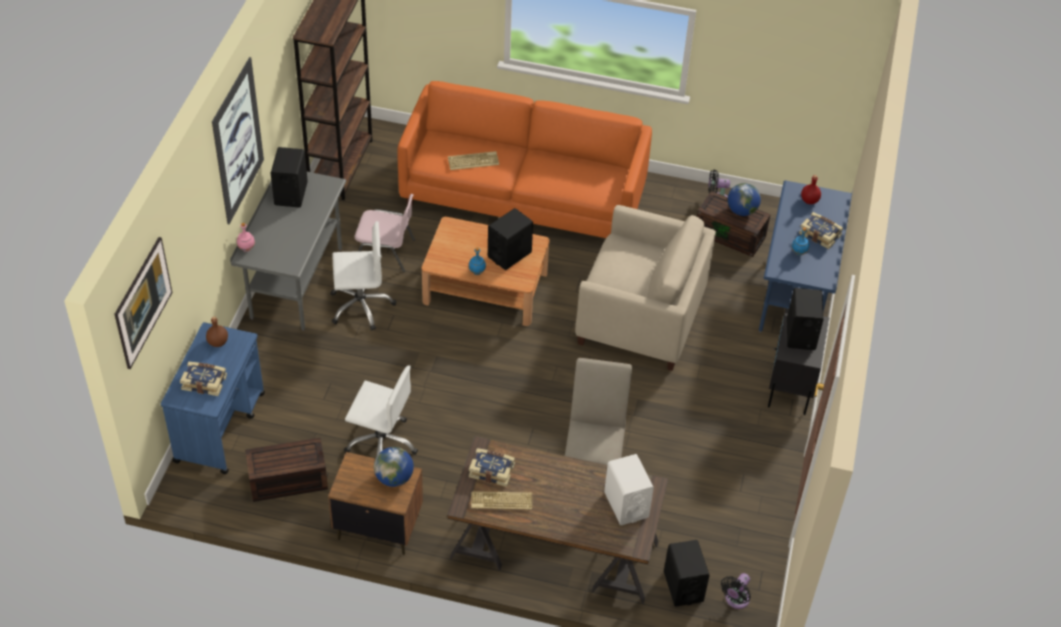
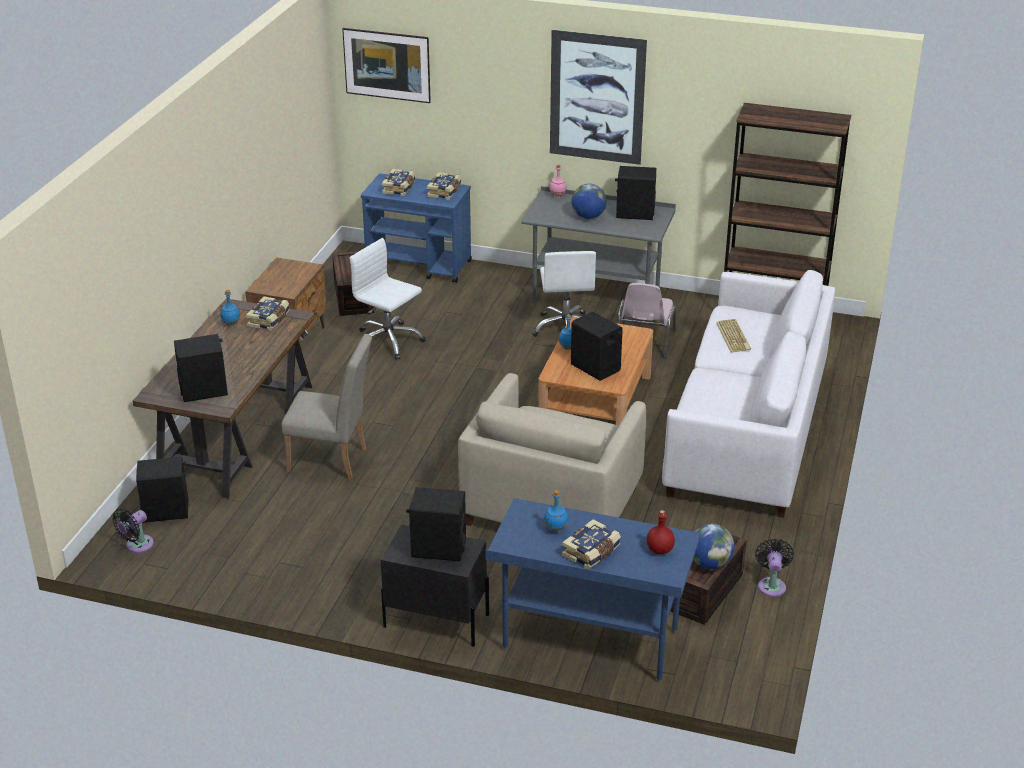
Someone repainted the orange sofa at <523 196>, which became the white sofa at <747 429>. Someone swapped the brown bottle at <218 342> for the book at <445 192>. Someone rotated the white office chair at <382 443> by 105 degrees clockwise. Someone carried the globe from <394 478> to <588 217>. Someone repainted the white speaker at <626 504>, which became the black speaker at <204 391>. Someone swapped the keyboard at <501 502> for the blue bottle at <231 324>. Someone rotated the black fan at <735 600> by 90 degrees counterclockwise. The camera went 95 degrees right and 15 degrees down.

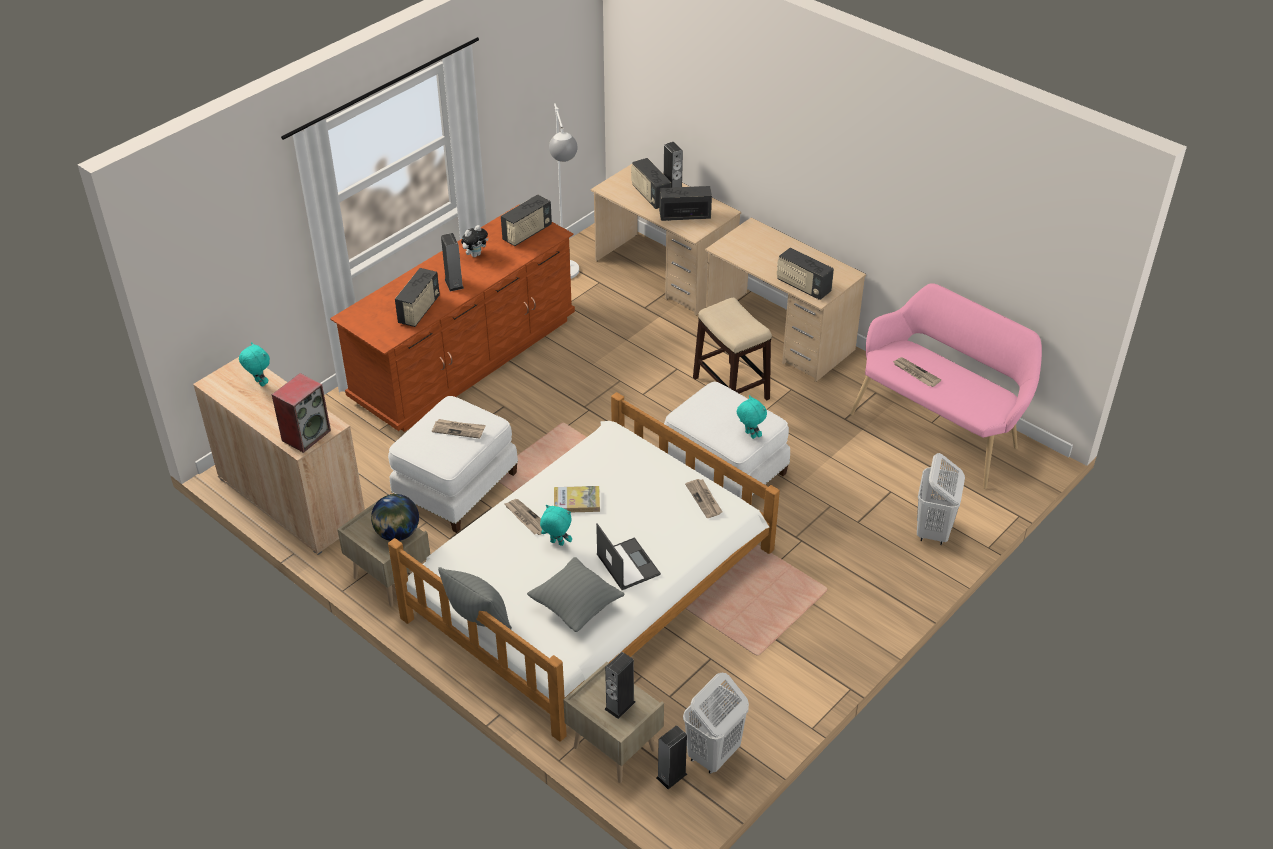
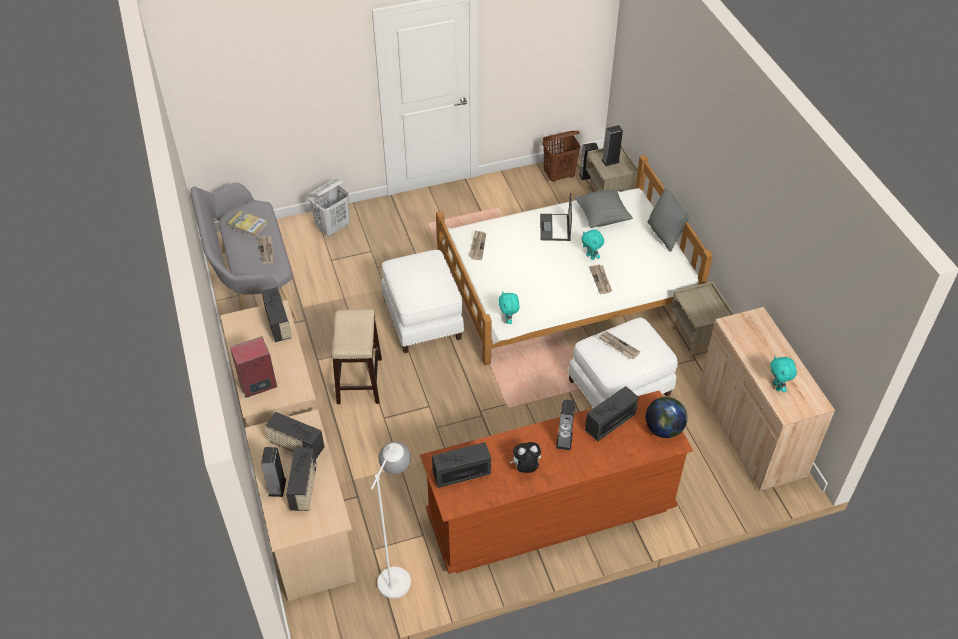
Someone repainted the pink bench at <939 429>, which became the grey bench at <253 285>. Someone carried the speaker from <306 435> to <257 384>. Someone carried the turquoise plush toy from <749 435> to <508 320>. Someone carried the book from <576 501> to <248 225>. Someone carried the globe from <397 533> to <664 429>. Someone repainted the white laundry basket at <713 754>, which became the brown laundry basket at <559 176>. The camera went 150 degrees left and 5 degrees up.

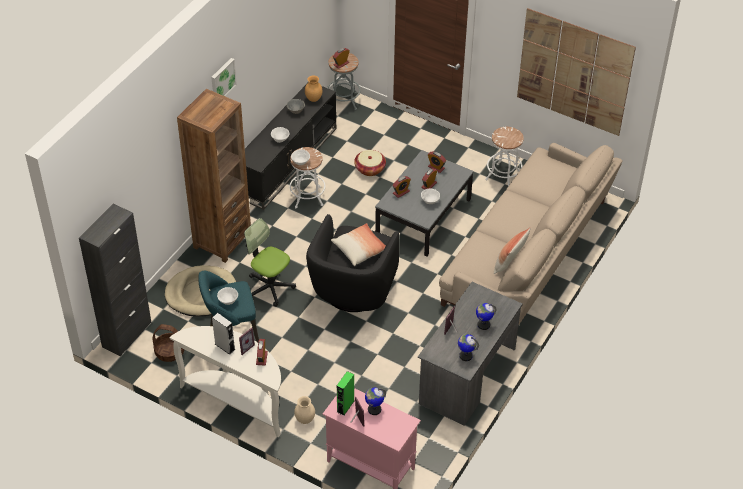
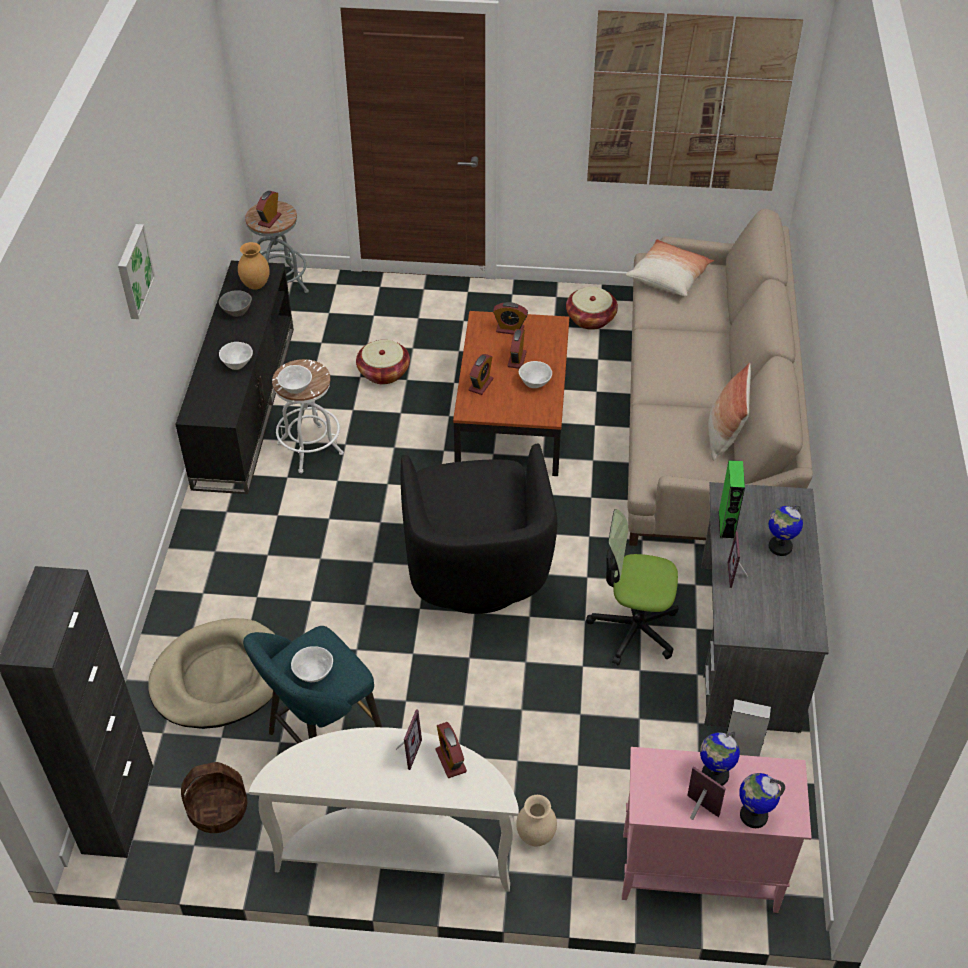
Someone took away the brown bookcase at <222 240>. Someone swapped the white stool at <503 176> for the basket at <590 318>. Someone repainted the grey coffee table at <423 216>, which became the brown coffee table at <512 417>. Someone carried the office chair from <270 287> to <634 628>. Someone carried the pillow from <360 249> to <669 277>. Someone carried the grey speaker from <225 347> to <741 751>. Someone carried the globe from <465 355> to <753 815>. Someone carried the green speaker from <345 406> to <726 525>. The camera went 25 degrees left and 0 degrees up.

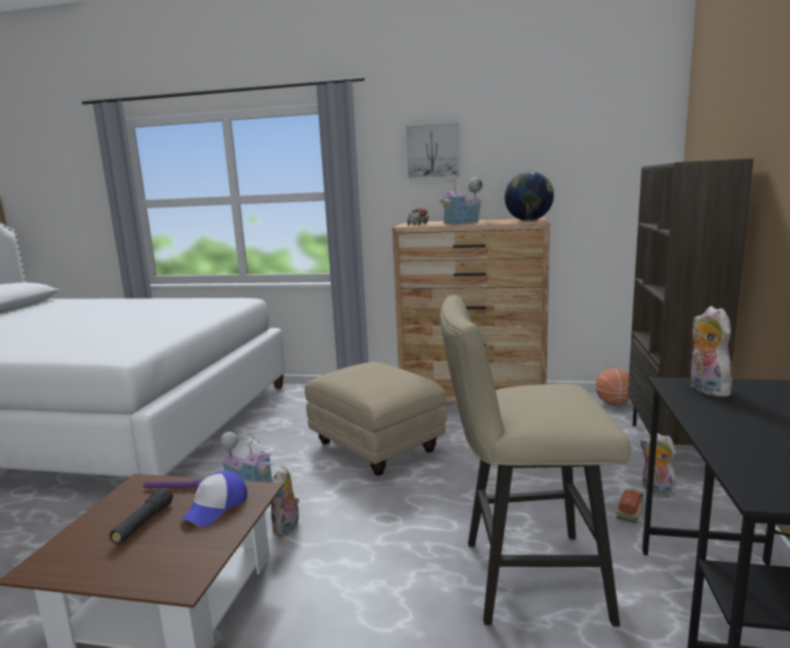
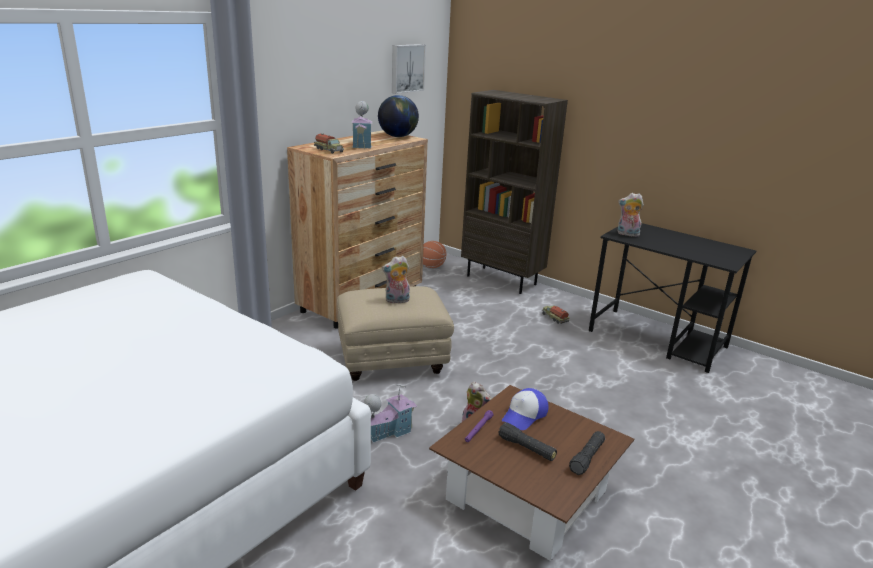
Someone carried the picture from <432 151> to <406 68>. Someone took away the beige stool at <522 578>. Someone carried the plush toy from <656 490> to <397 301>. Someone rotated the cap at <216 507> by 75 degrees clockwise. Someone put down the black flashlight at <587 458>. The camera went 65 degrees left and 10 degrees up.

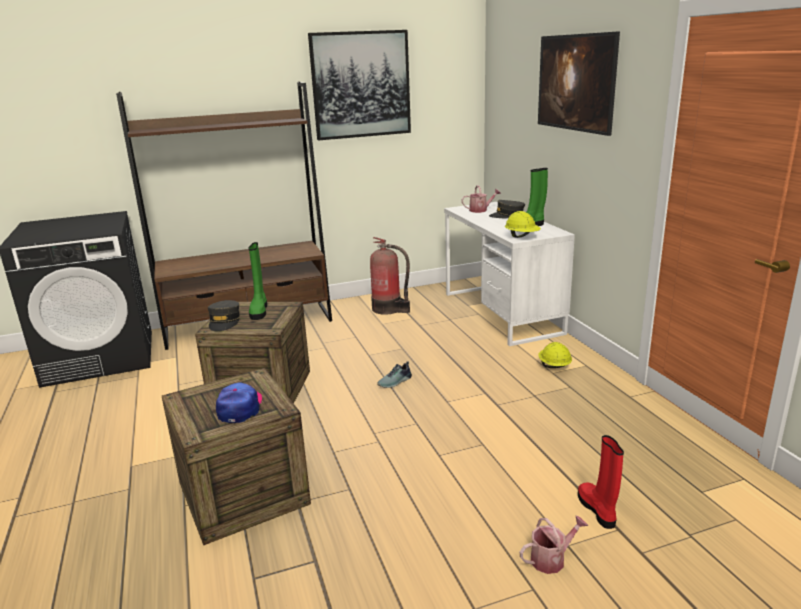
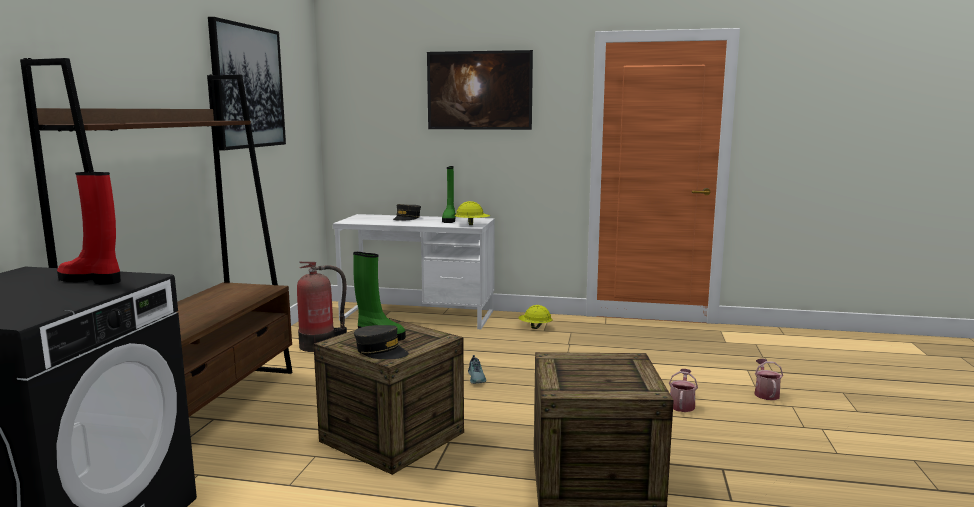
Someone carried the watering can from <480 210> to <682 404>. Someone took away the cap at <240 407>. Someone carried the red boot from <597 510> to <92 280>. The camera went 60 degrees left and 10 degrees down.

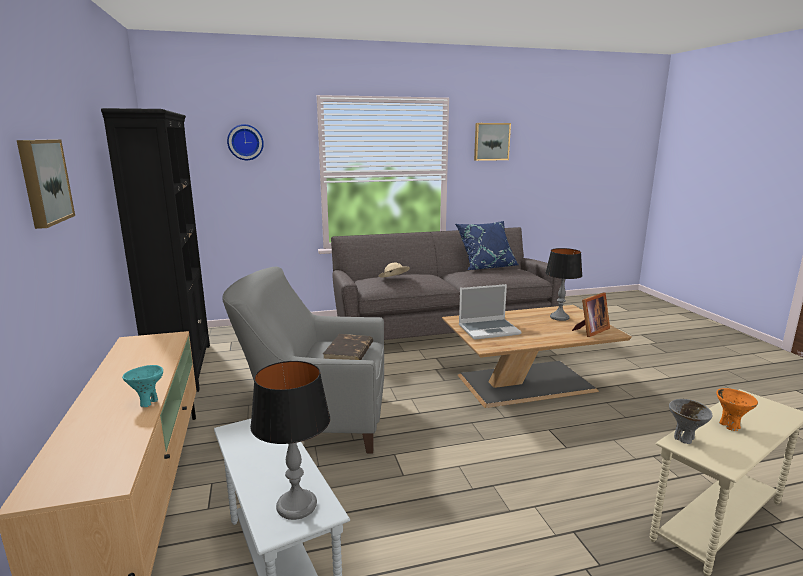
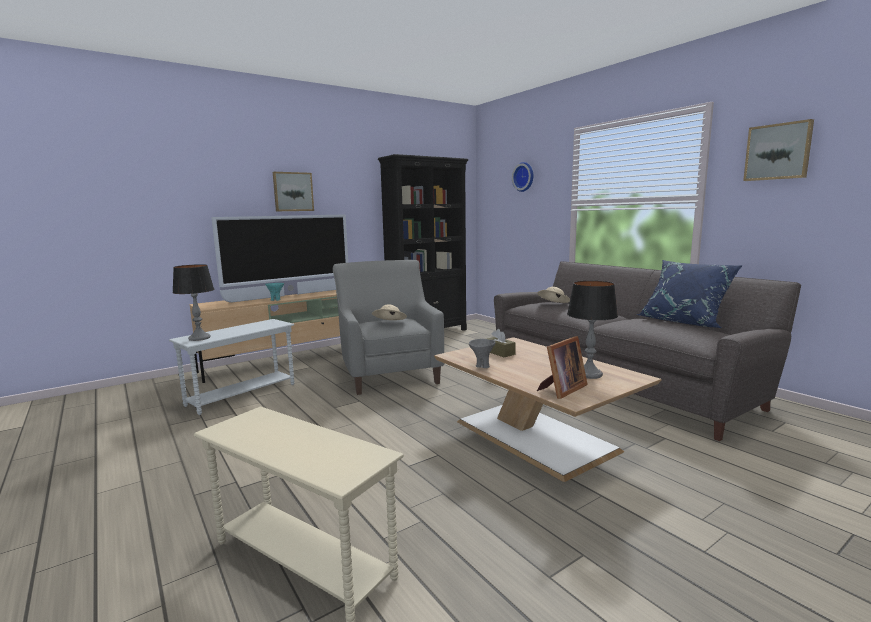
Someone swapped the laptop at <489 330> for the brown tissue box at <499 352>. Someone rotated the picture frame at <590 331> by 75 degrees counterclockwise. Someone swapped the brown book at <348 352> for the beige hat at <389 323>. Someone took away the orange bowl at <730 426>. Someone carried the grey bowl from <684 438> to <482 366>. Someone put down the television at <290 295>. The camera went 70 degrees right and 5 degrees down.

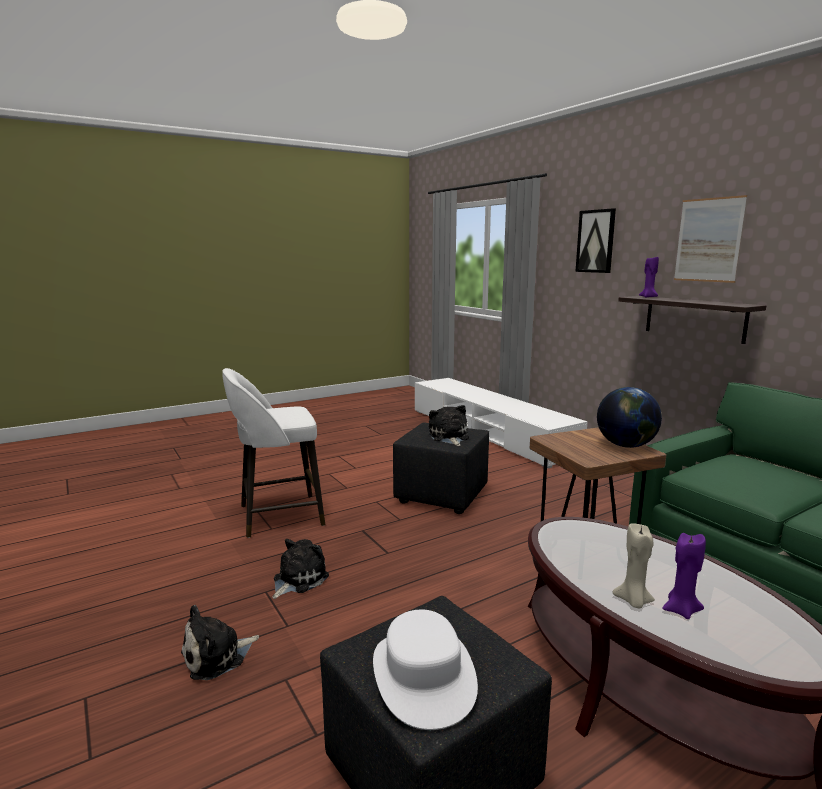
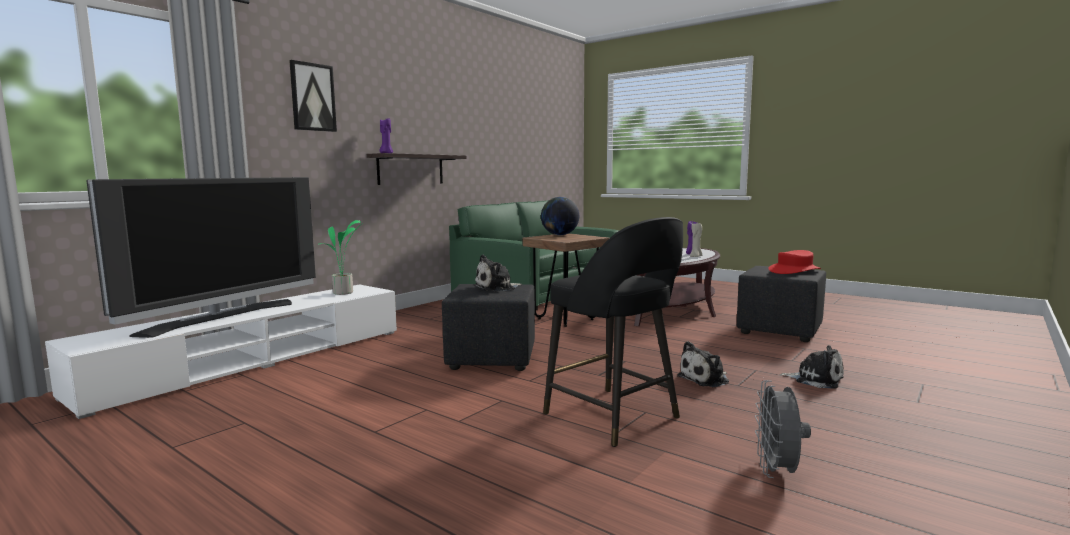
Someone took away the picture at <708 240>. Someone repainted the white stool at <278 516>, which became the black stool at <614 417>. Someone rotated the plush toy at <298 579> by 45 degrees counterclockwise. Someone repainted the white hat at <423 675>, which became the red hat at <794 271>. Someone put down the television at <221 317>. Someone put down the potted plant at <344 293>. Someone put down the grey fan at <777 472>. The camera went 110 degrees left and 5 degrees down.

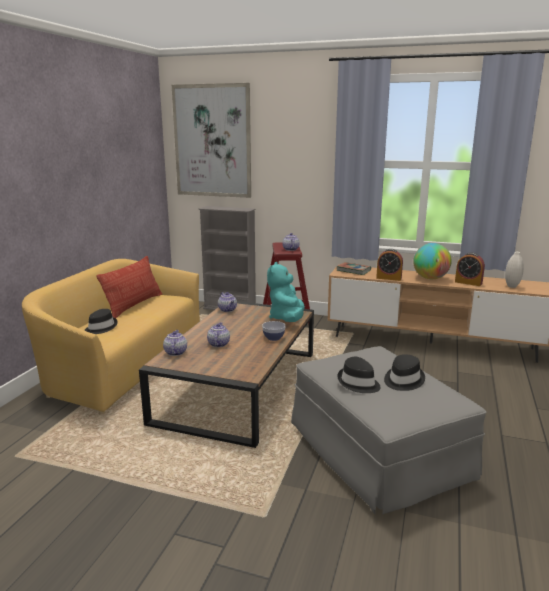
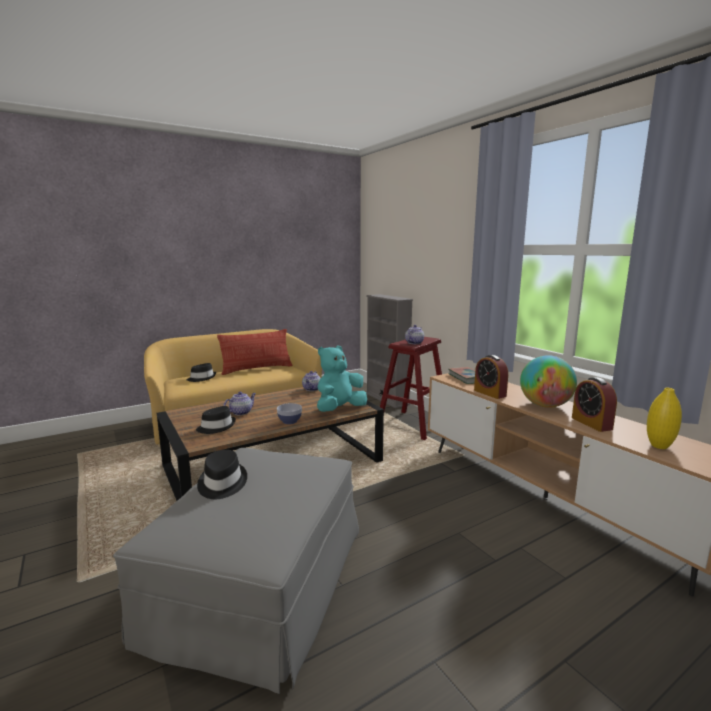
Someone took away the picture at <212 141>. Someone repainted the white vase at <512 286>, which became the yellow vase at <659 446>. Someone took away the teapot at <175 352>. Someone carried the black hat from <403 380> to <216 427>. The camera went 40 degrees right and 5 degrees down.

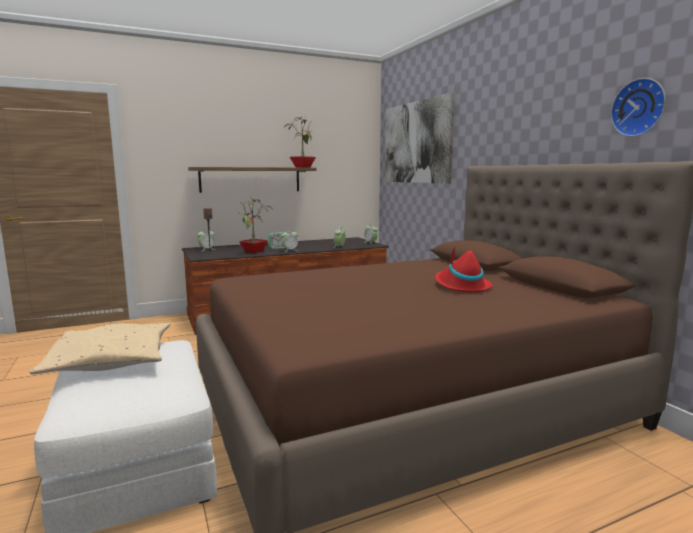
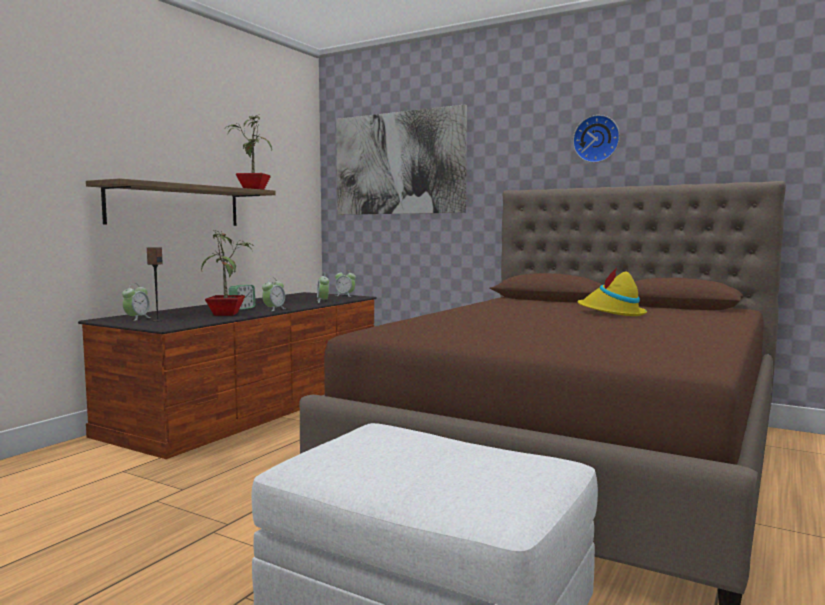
Someone carried the wall clock from <639 107> to <596 139>. Someone repainted the red hat at <461 286>, which became the yellow hat at <611 313>. Someone took away the beige pillow at <111 360>. The camera went 35 degrees left and 5 degrees down.

